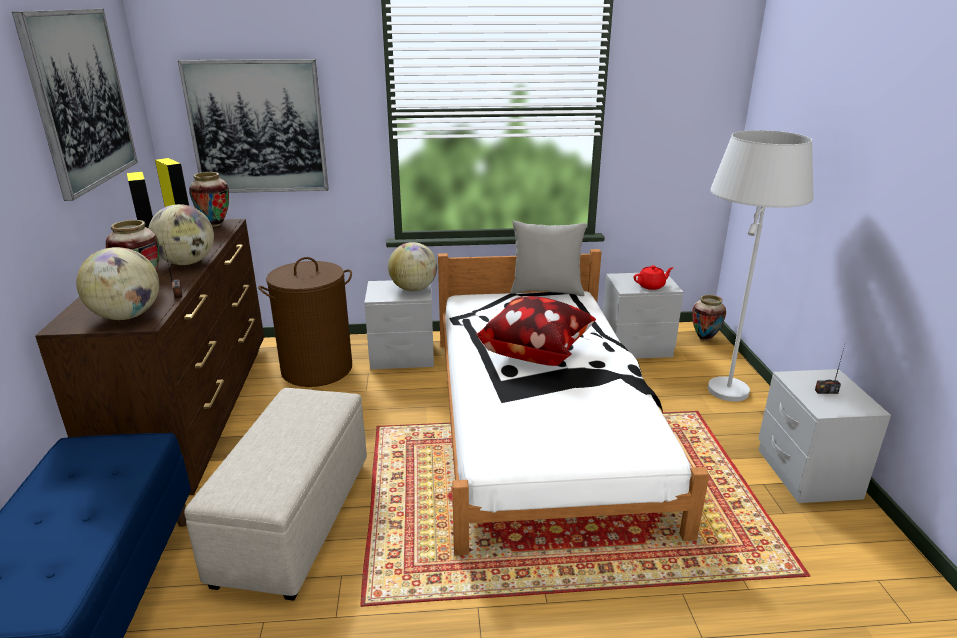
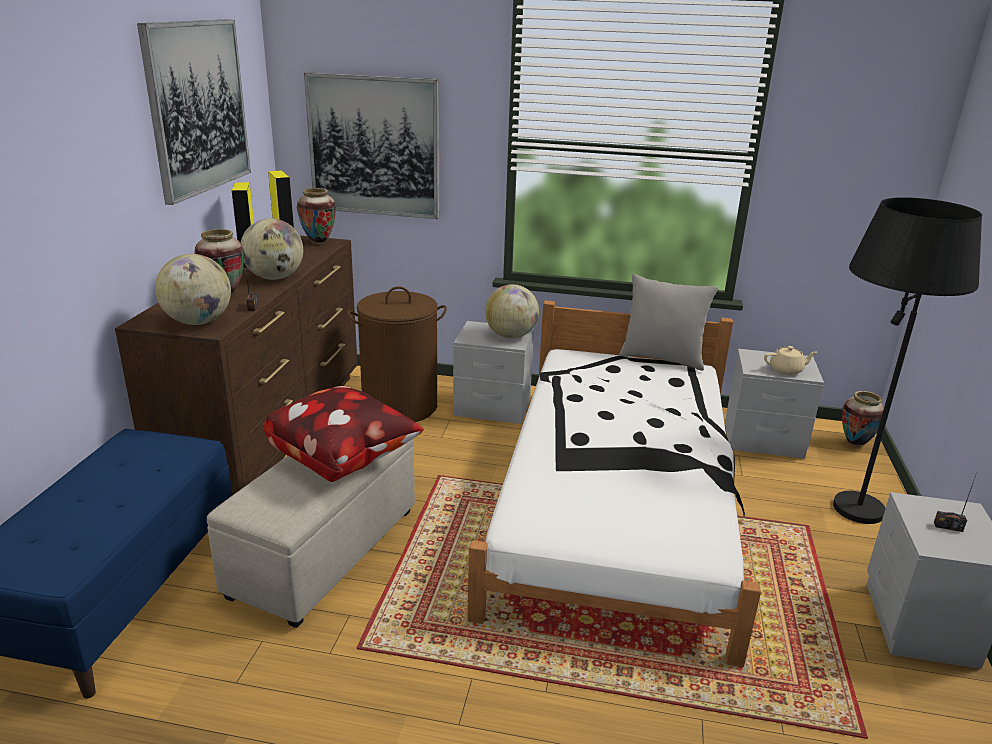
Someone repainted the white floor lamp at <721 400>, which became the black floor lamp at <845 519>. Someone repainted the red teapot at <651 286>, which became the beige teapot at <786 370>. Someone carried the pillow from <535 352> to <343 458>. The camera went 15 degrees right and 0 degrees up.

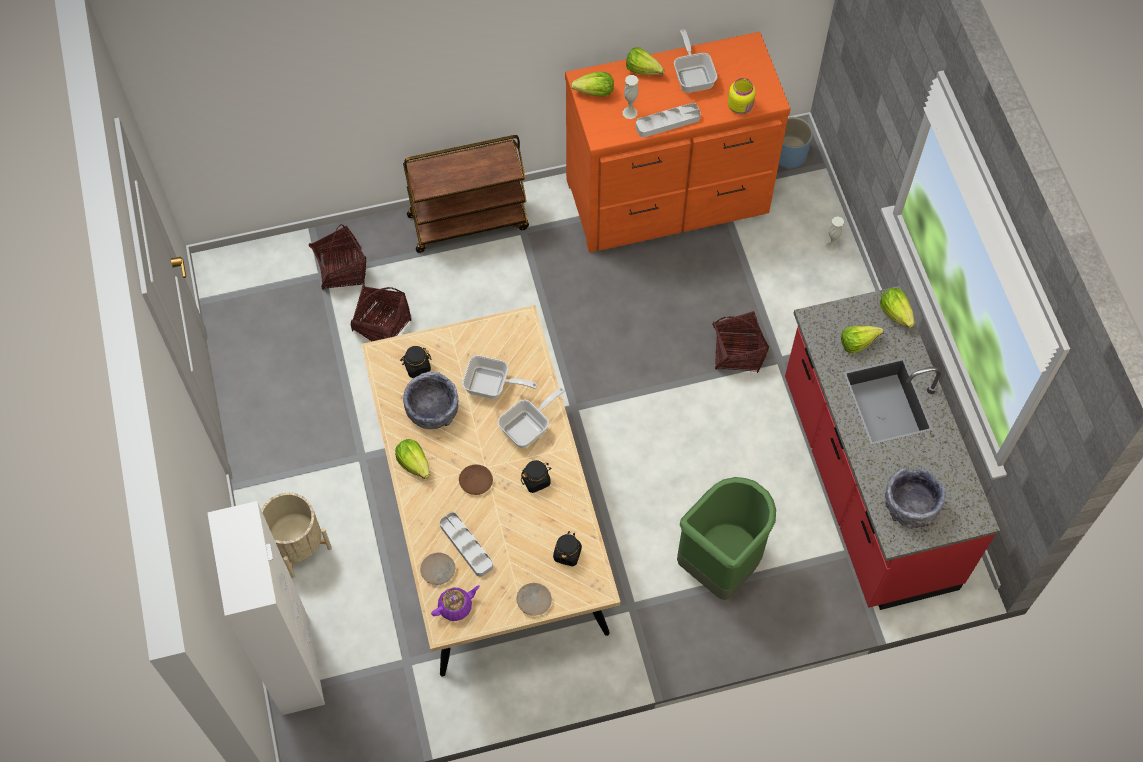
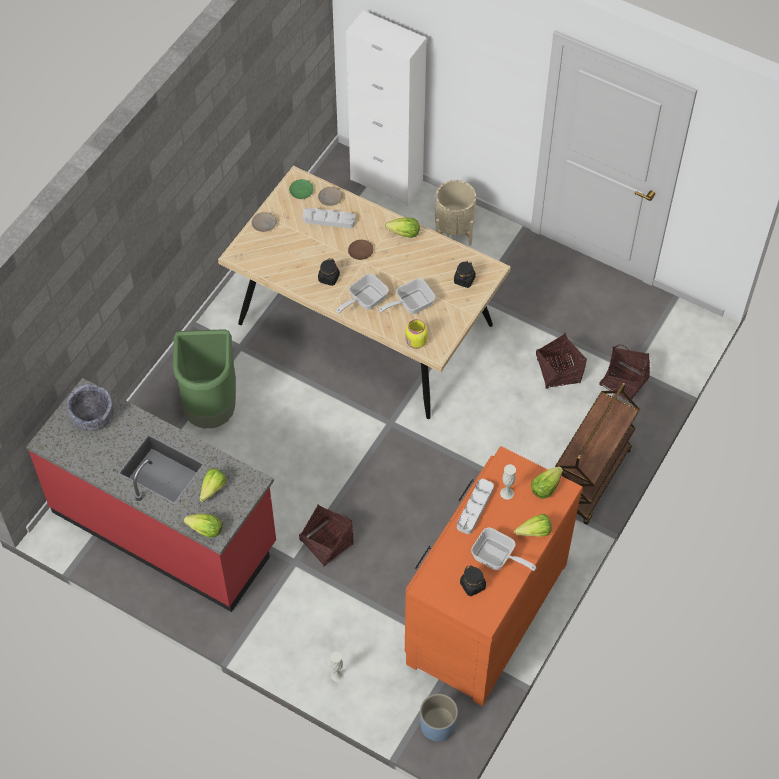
Someone carried the yellow jar from <741 106> to <415 342>. Someone took away the grey bowl at <432 410>. Someone rotated the frying pan at <529 427> by 45 degrees clockwise. Someone carried the black jar from <567 553> to <472 585>. Someone swapped the purple teapot at <456 606> for the green plate at <301 191>. The camera went 135 degrees right and 5 degrees down.

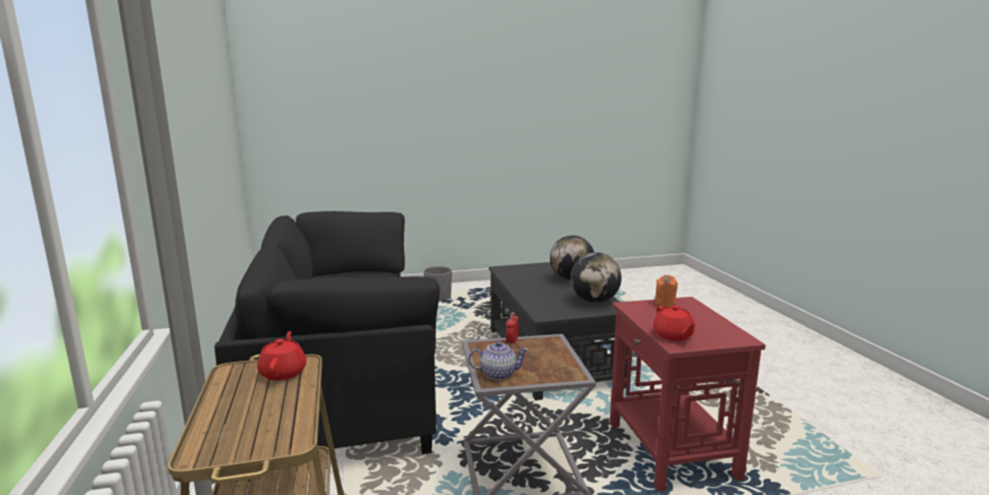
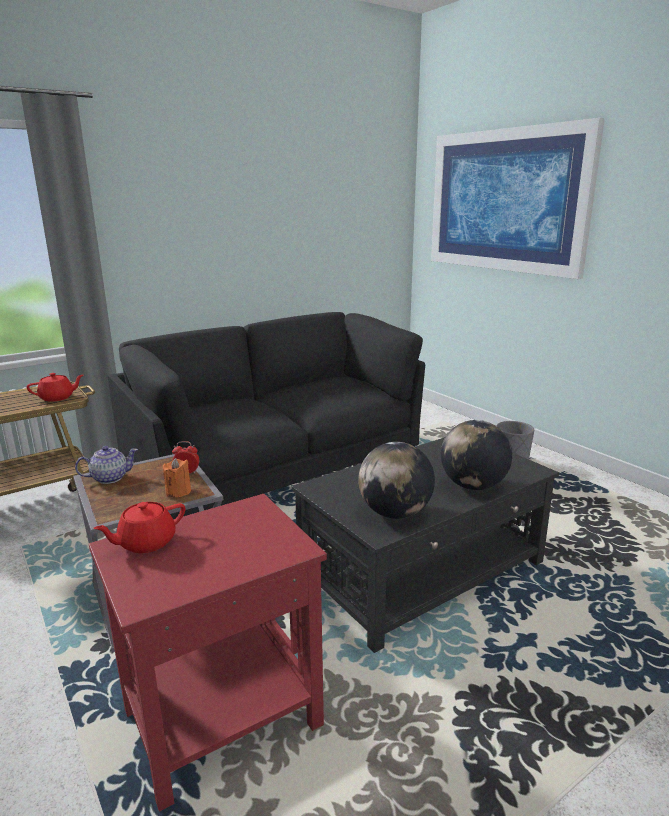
Someone carried the orange candle from <665 303> to <178 491>. Someone rotated the teapot at <498 374> by 90 degrees counterclockwise. Someone put up the picture at <506 201>. The camera went 70 degrees right and 5 degrees up.

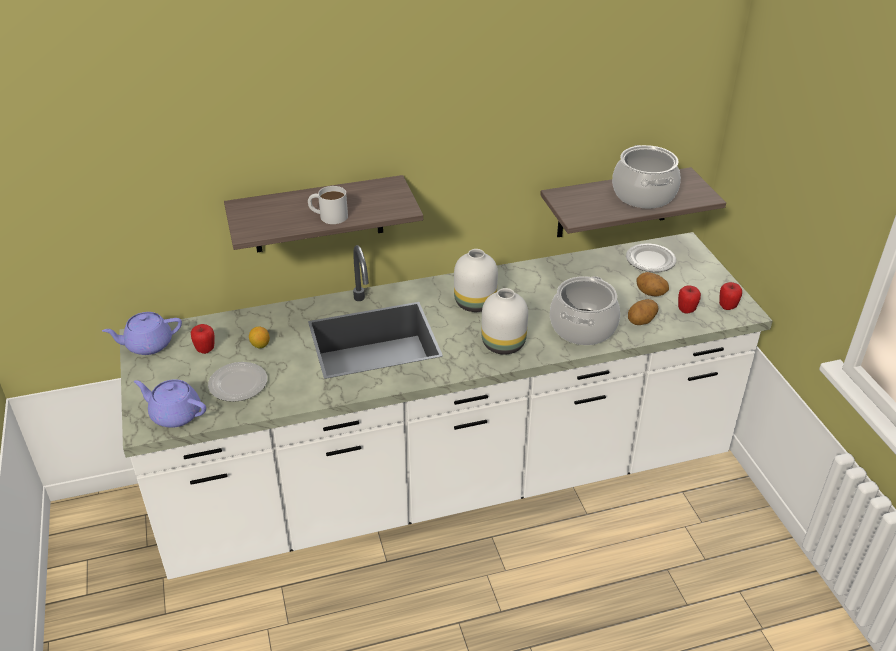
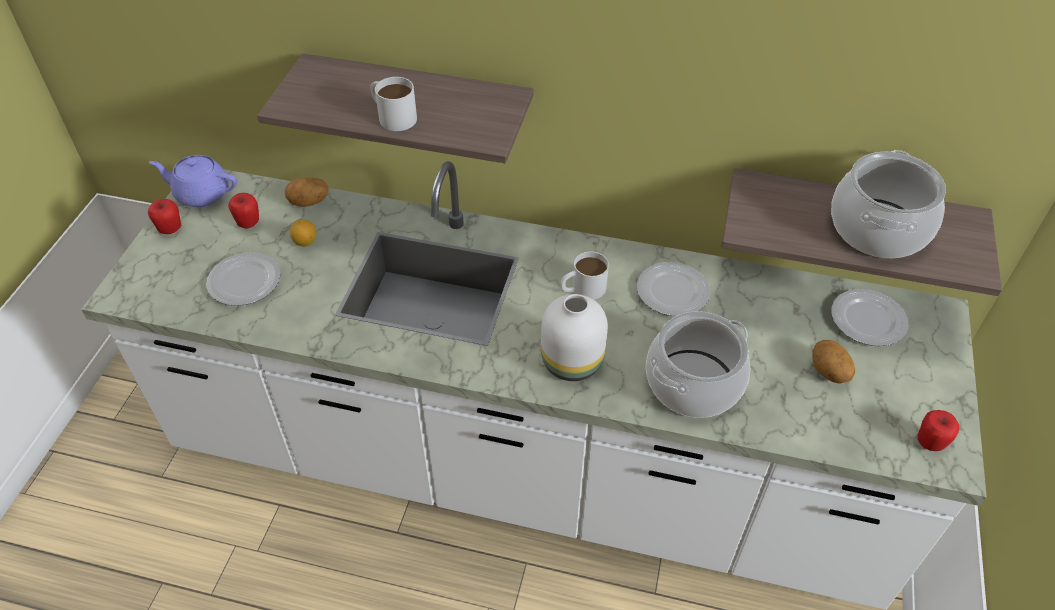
Someone swapped the white vase at <475 304> for the white mug at <582 289>. Someone carried the apple from <686 310> to <170 230>. Someone carried the potato from <641 321> to <309 203>. Someone took away the purple teapot at <175 414>. Someone put down the plate at <673 292>. The camera went 30 degrees right and 10 degrees up.

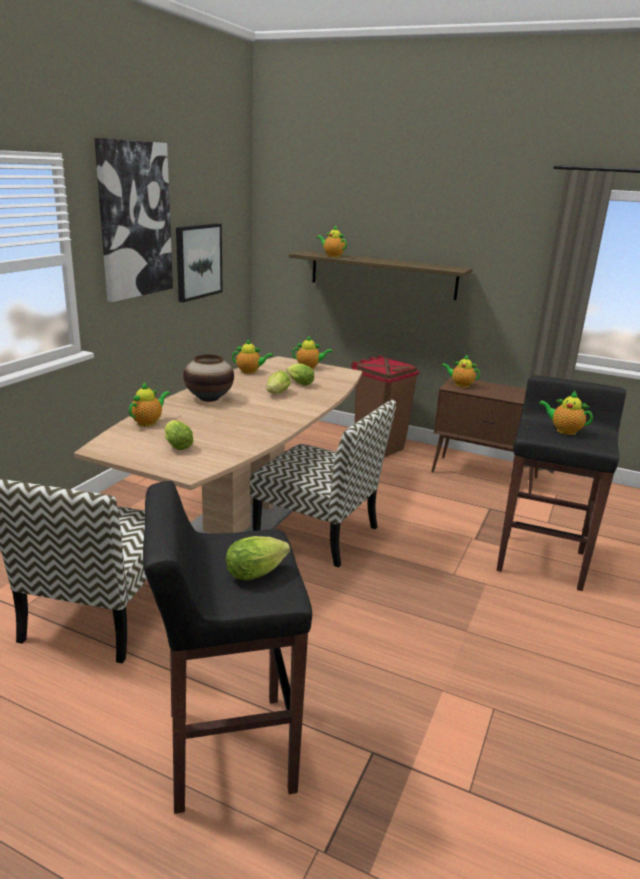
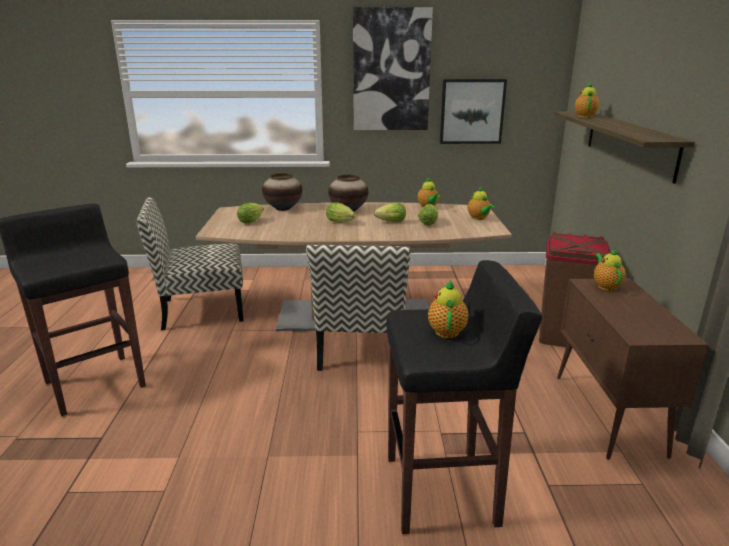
Someone swapped the teapot at <148 422> for the vase at <283 208>. Someone carried the lettuce from <258 572> to <341 222>. The camera went 65 degrees right and 0 degrees up.

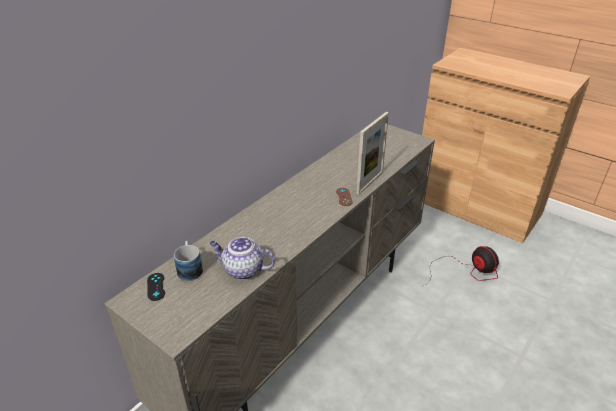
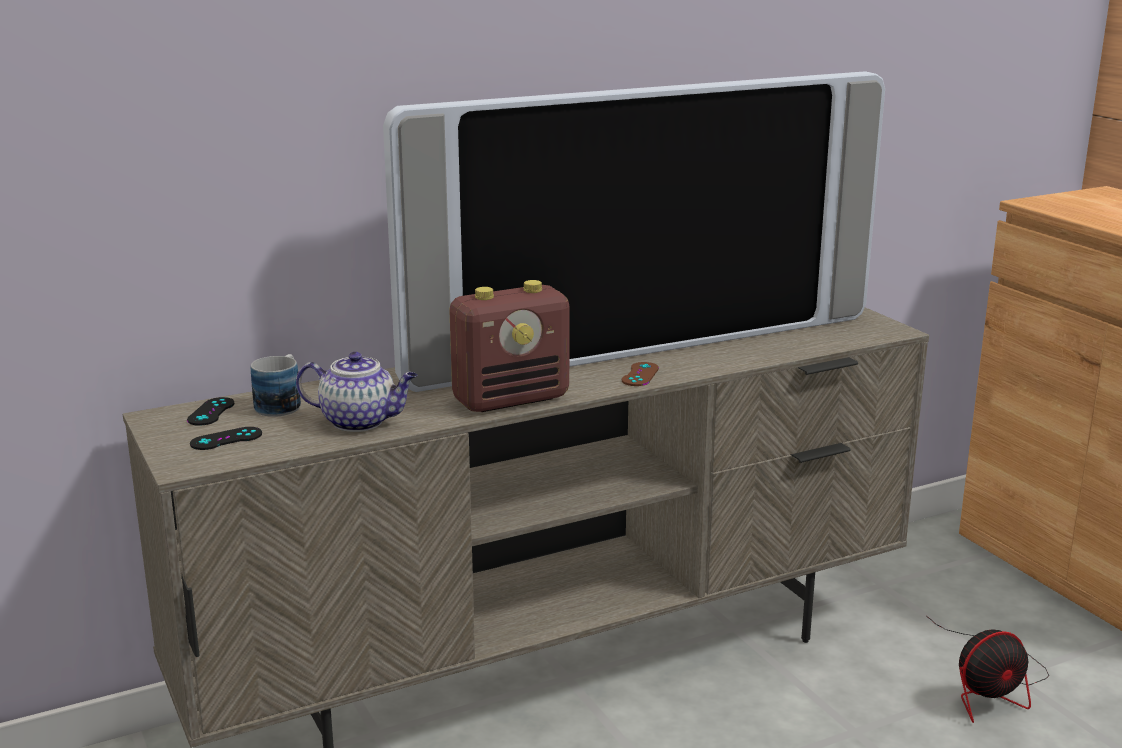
Someone took away the picture frame at <369 182>. Someone rotated the teapot at <242 270> by 150 degrees clockwise. Someone rotated the fan at <466 272> by 75 degrees clockwise. Someone put down the television at <639 345>. Someone put down the radio at <512 399>. Someone put down the black game controller at <226 439>. The camera went 25 degrees right and 15 degrees down.

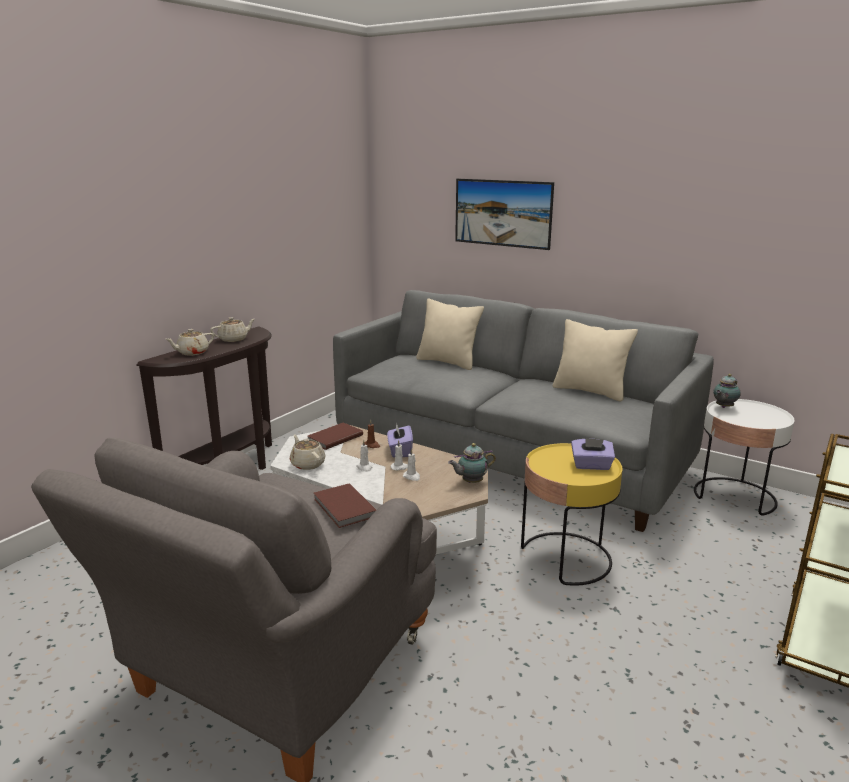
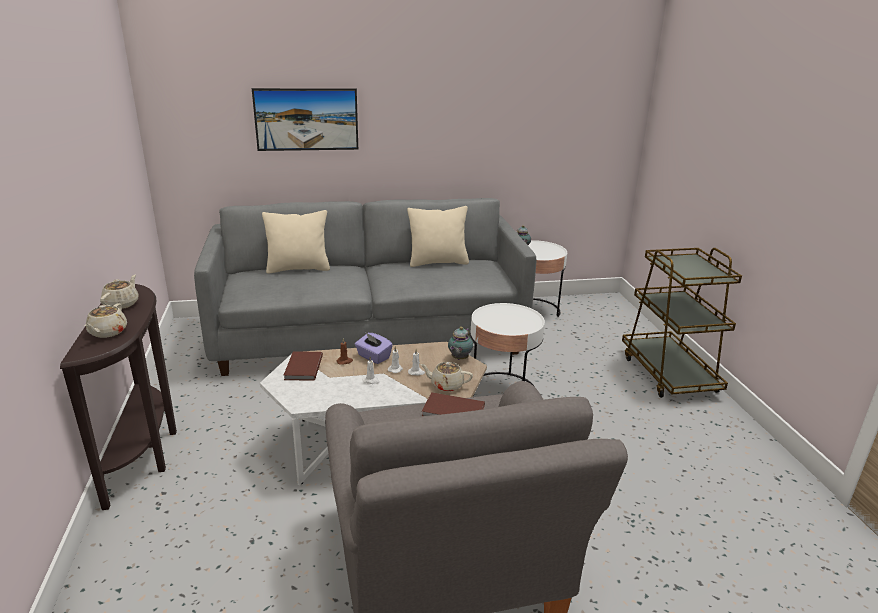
Someone carried the beige teapot from <307 464> to <446 385>. Someone took away the purple tissue box at <591 465>. Someone repainted the yellow side table at <566 558>, which became the white side table at <502 391>. The camera went 45 degrees left and 5 degrees up.

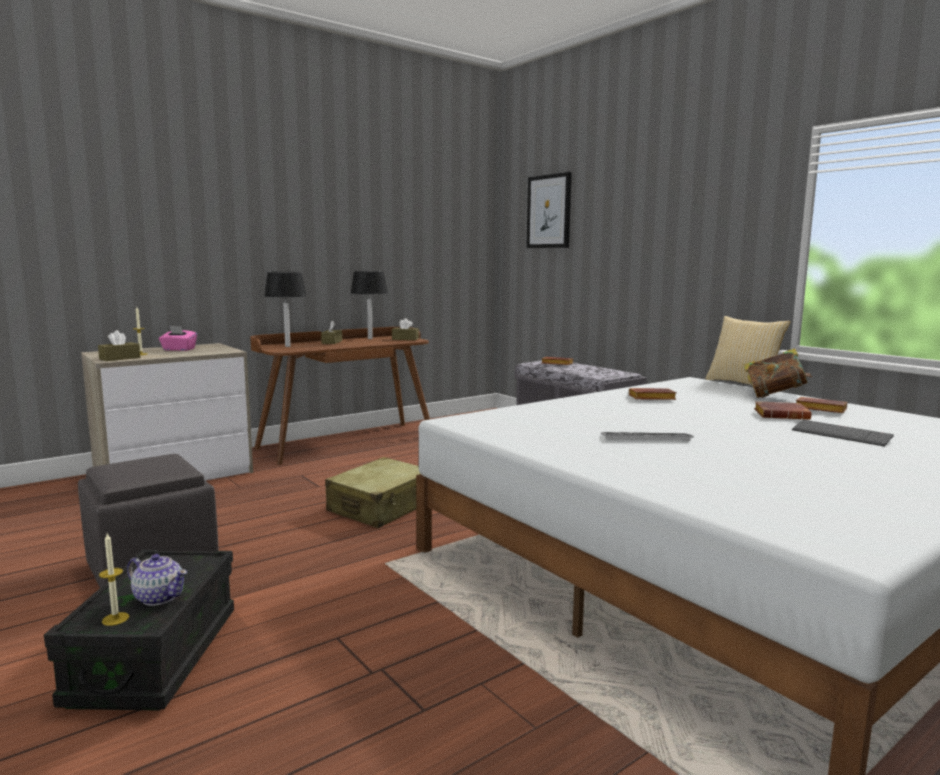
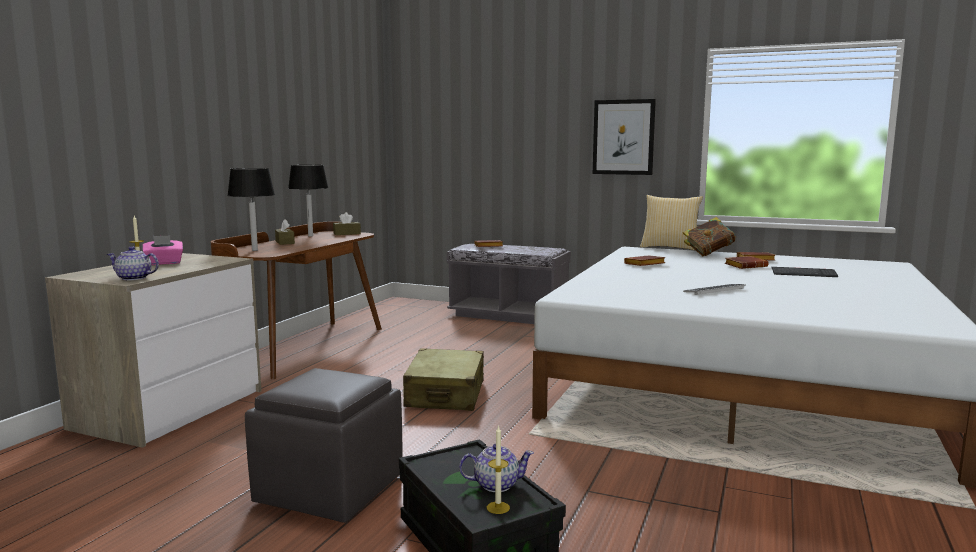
Someone carried the picture from <549 211> to <623 137>. Someone swapped the brown tissue box at <120 358> for the teapot at <134 278>. The camera went 30 degrees left and 0 degrees up.

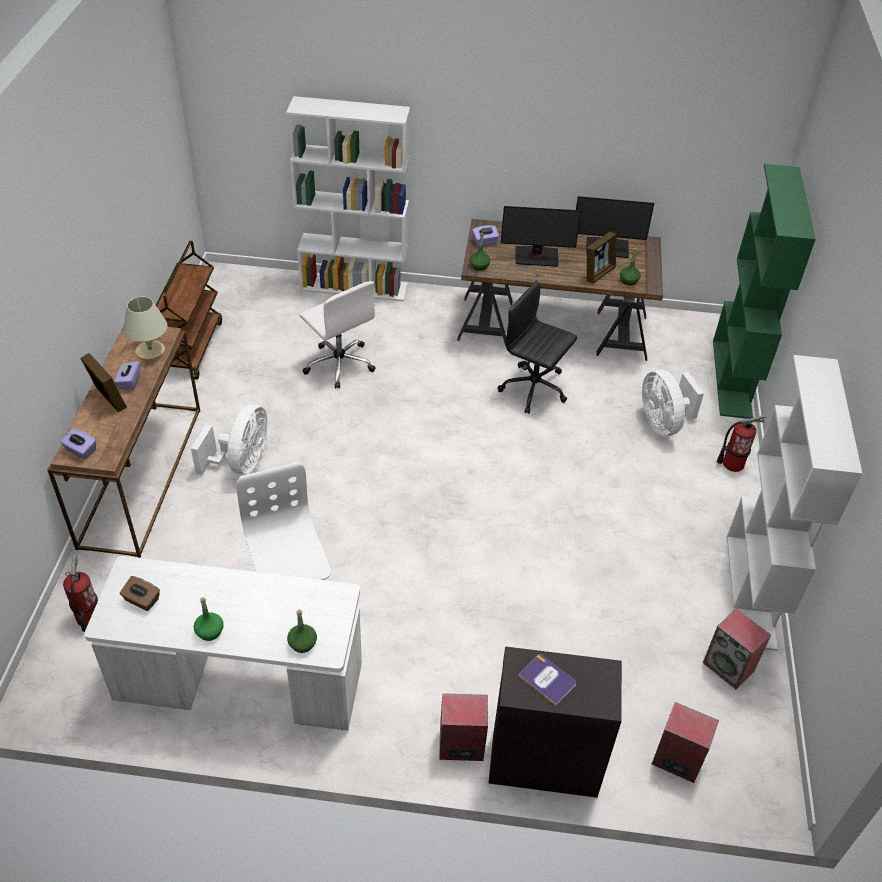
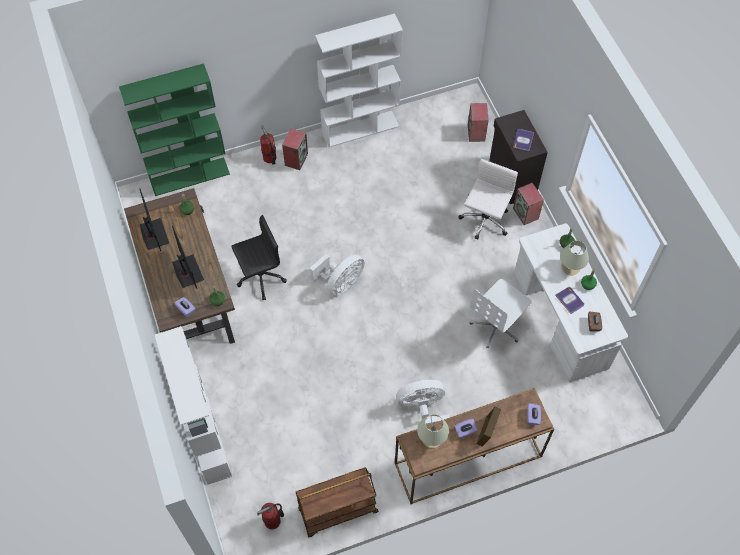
Someone took away the picture frame at <598 273>. Someone carried the white office chair from <339 364> to <484 221>. Someone rotated the black office chair at <535 389> by 120 degrees counterclockwise. Someone carried the white fan from <663 423> to <340 283>. Someone carried the fire extinguisher from <88 617> to <272 521>. Someone carried the speaker from <729 667> to <296 159>. Someone put down the beige table lamp at <570 267>. Someone put down the book at <569 300>. The camera went 115 degrees left and 15 degrees up.

